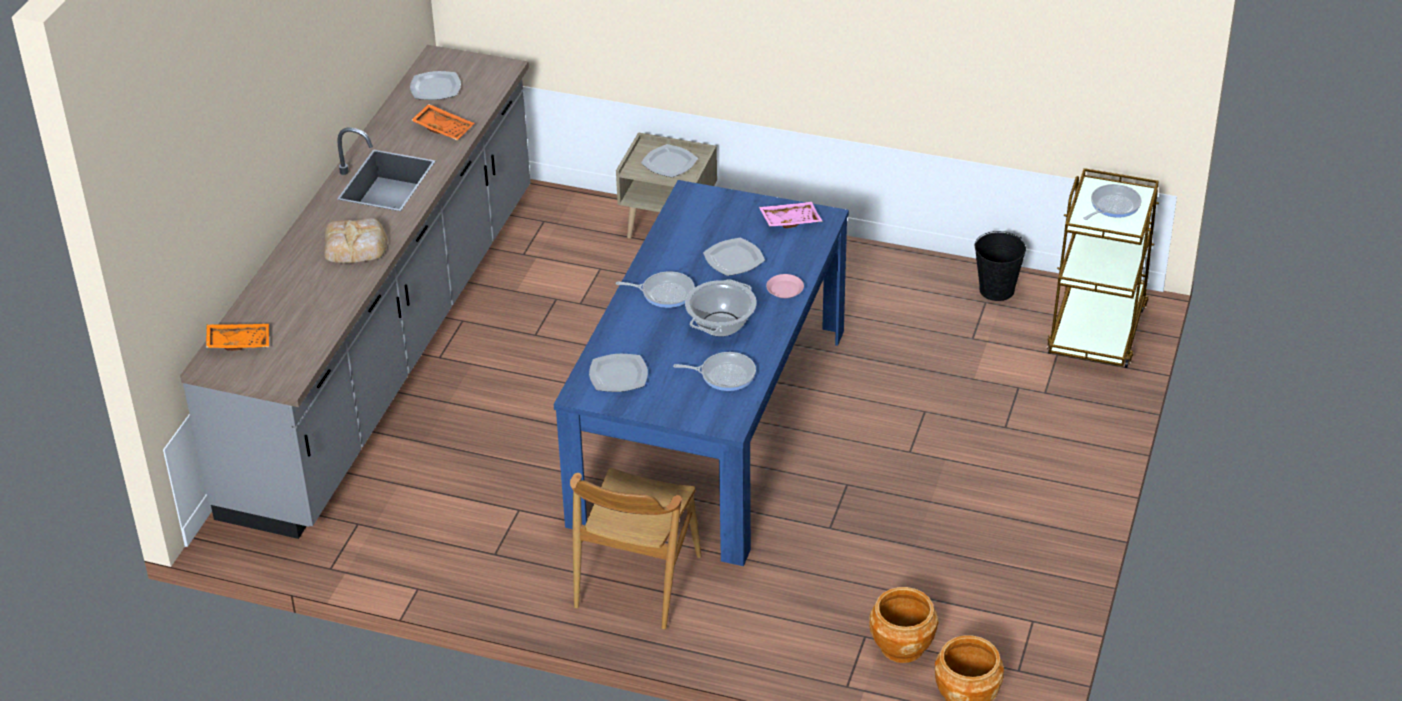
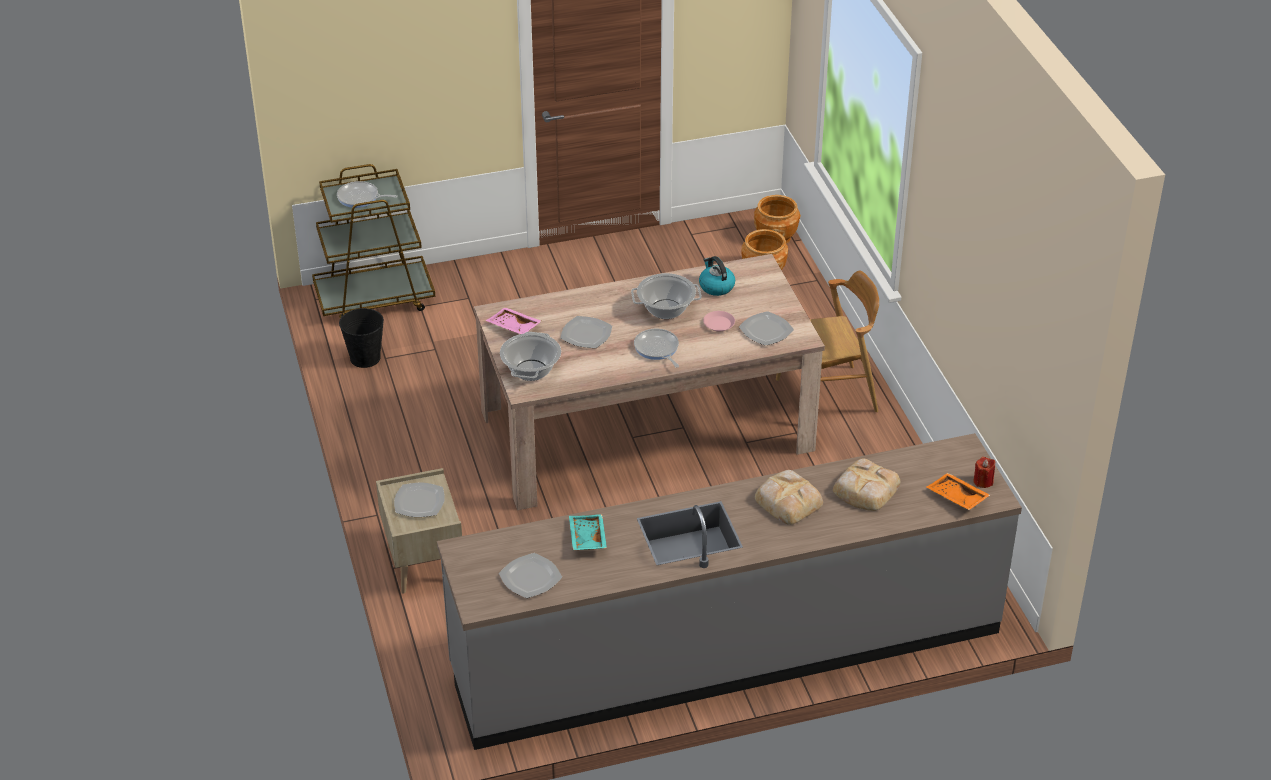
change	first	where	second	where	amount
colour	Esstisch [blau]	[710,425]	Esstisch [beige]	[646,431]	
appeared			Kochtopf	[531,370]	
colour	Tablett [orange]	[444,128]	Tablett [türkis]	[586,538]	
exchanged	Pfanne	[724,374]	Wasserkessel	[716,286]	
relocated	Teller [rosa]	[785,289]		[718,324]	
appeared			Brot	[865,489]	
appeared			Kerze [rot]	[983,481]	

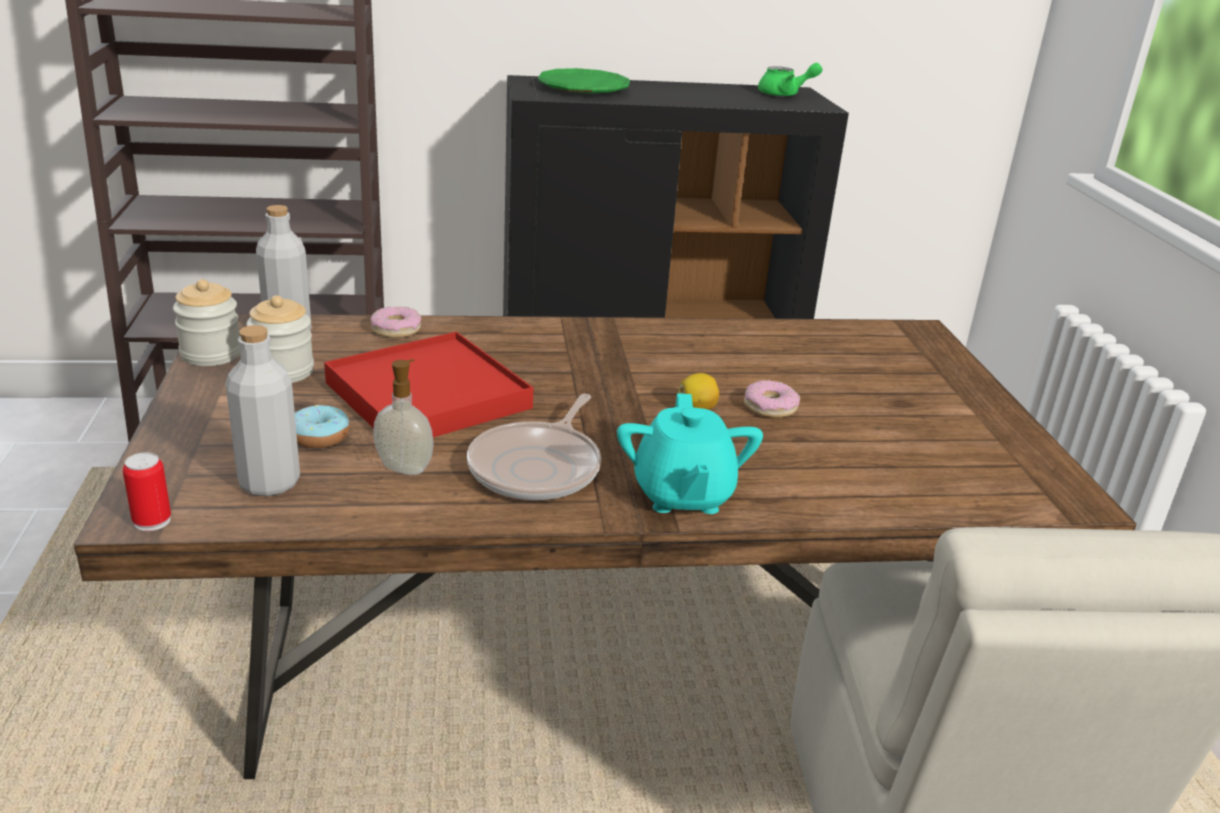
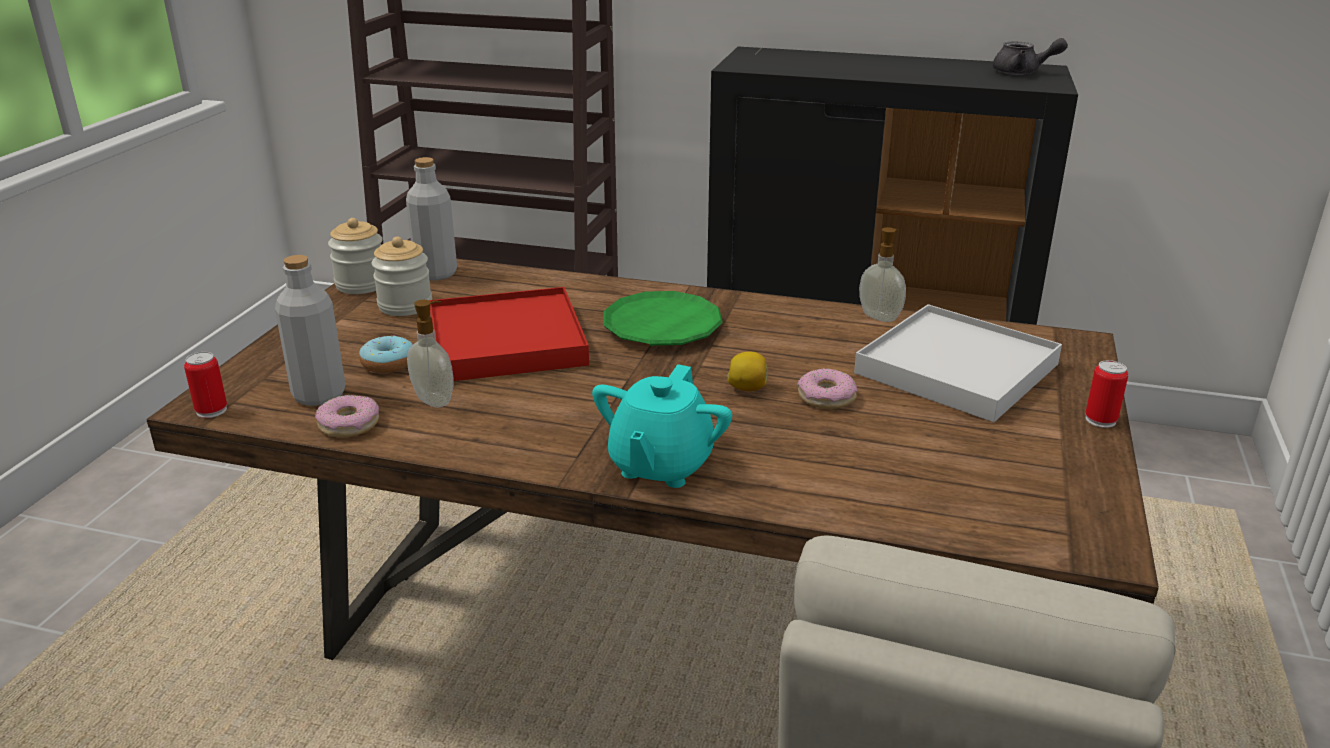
change	first	where	second	where	amount
relocated	Donut	[396,330]		[349,424]	
relocated	Teller [grün]	[583,88]		[662,327]	
appeared			Tablett [weiß]	[957,369]	
appeared			Seifenspender	[880,316]	
colour	Teekanne [grün]	[784,94]	Teekanne [grau]	[1022,72]	
appeared			Dose	[1100,420]	
missing	Pfanne	[538,467]			

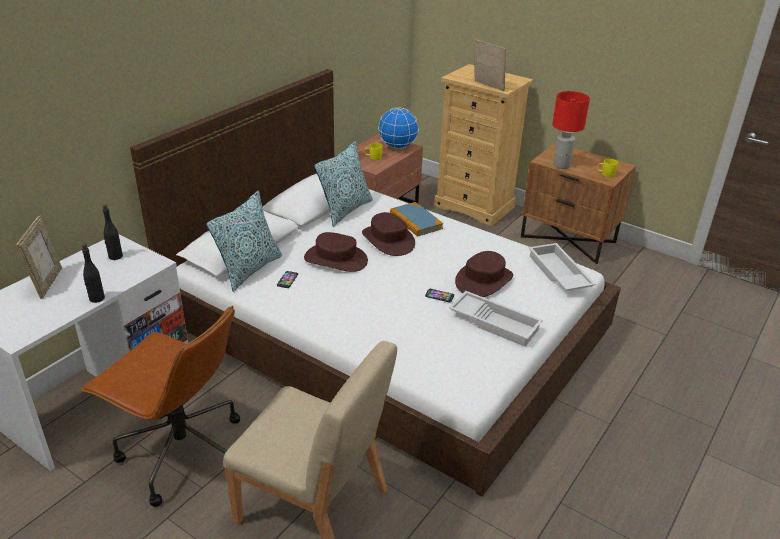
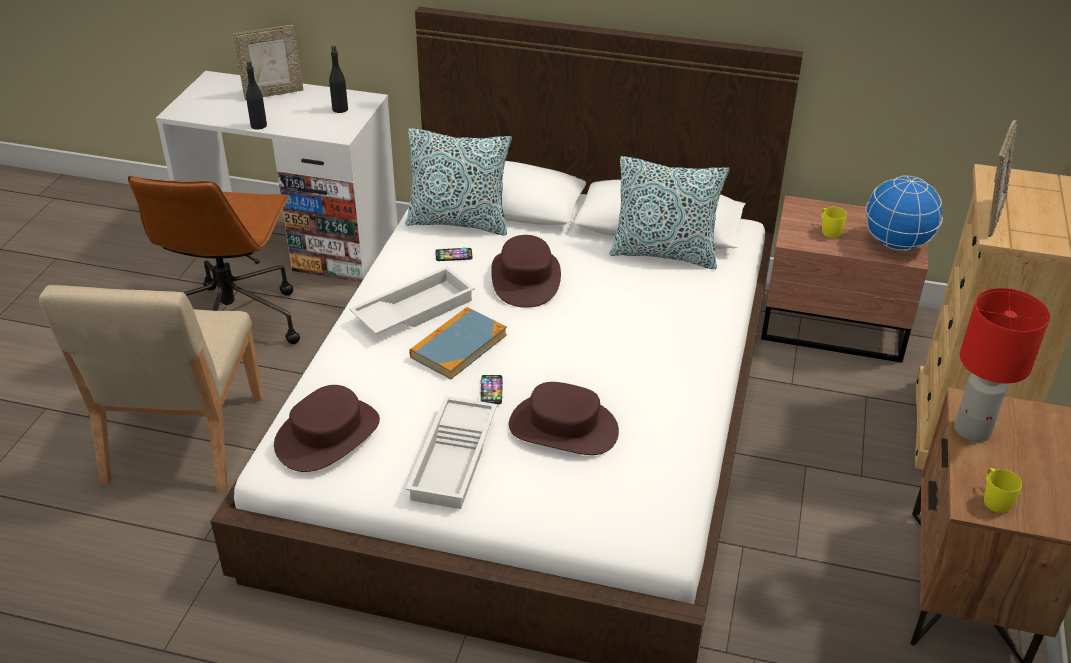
change	first	where	second	where	amount
relocated	Hut [braun]	[388,240]		[328,435]	
relocated	Tablett [weiß]	[557,273]		[413,309]	
relocated	Buch	[415,221]		[458,346]	

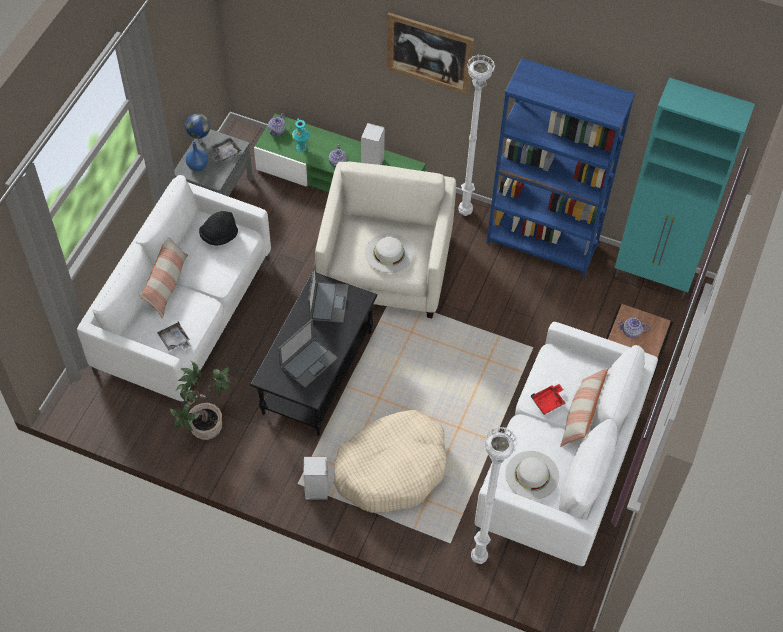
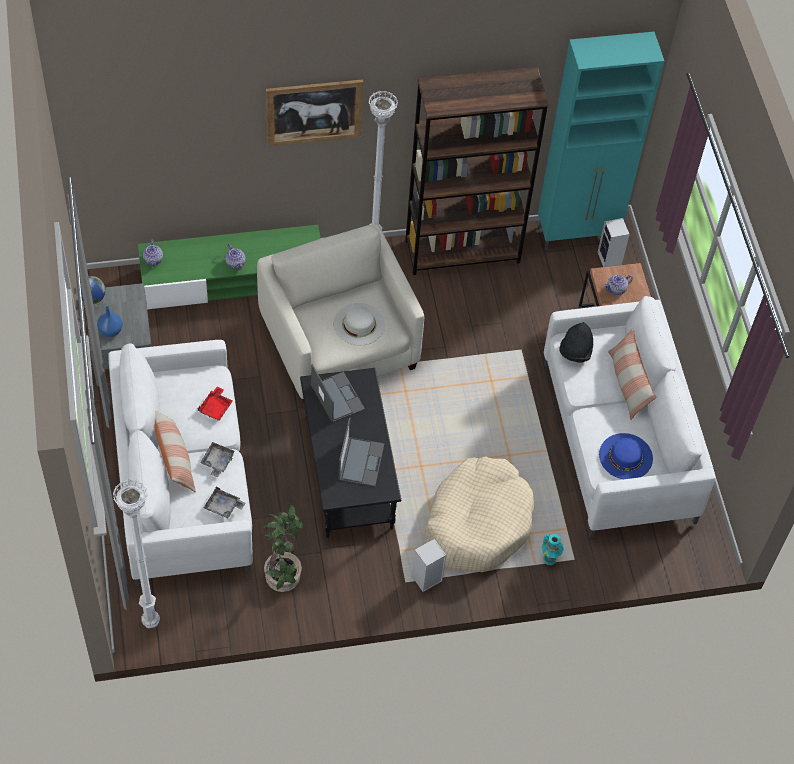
change	first	where	second	where	amount
relocated	Stehlampe [weiß]	[479,557]		[151,621]	
relocated	Tablett [rot]	[548,402]		[216,407]	
relocated	Tablett [grau]	[225,153]		[217,462]	
colour	Bücherregal [blau]	[542,244]	Bücherregal [braun]	[462,251]	
relocated	Vase [türkis]	[302,147]		[549,558]	
relocated	Hut [schwarz]	[219,236]		[575,351]	
relocated	Lautsprecher	[372,164]		[610,259]	
colour	Hut [weiß]	[532,475]	Hut [blau]	[626,456]	

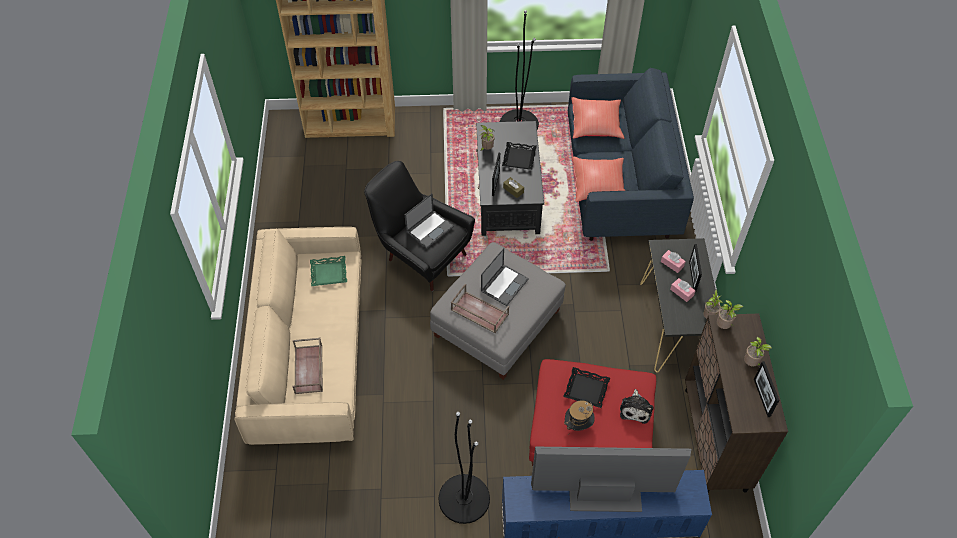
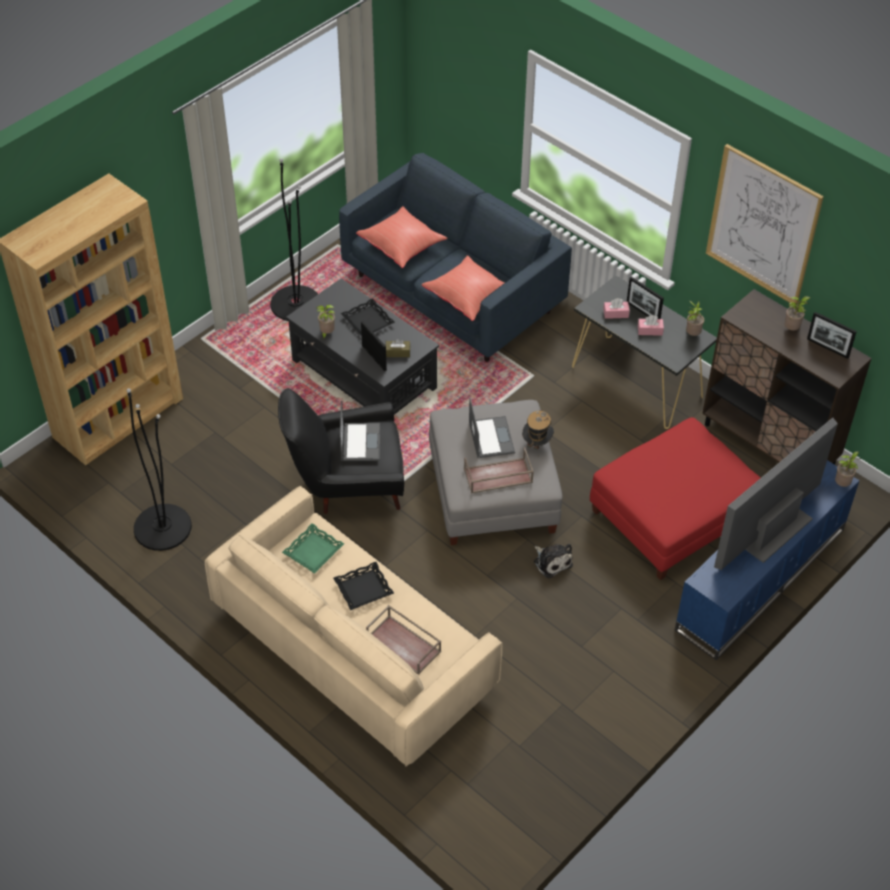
change	first	where	second	where	amount
relocated	Stehlampe [schwarz]	[464,498]		[162,527]	
relocated	Tablett [schwarz]	[586,390]		[363,589]	
relocated	Hut	[578,425]		[537,444]	
relocated	Plüschtier	[635,409]		[552,562]	
appeared			Bild	[763,225]	
relocated	Topfpflanze	[723,326]		[842,484]	

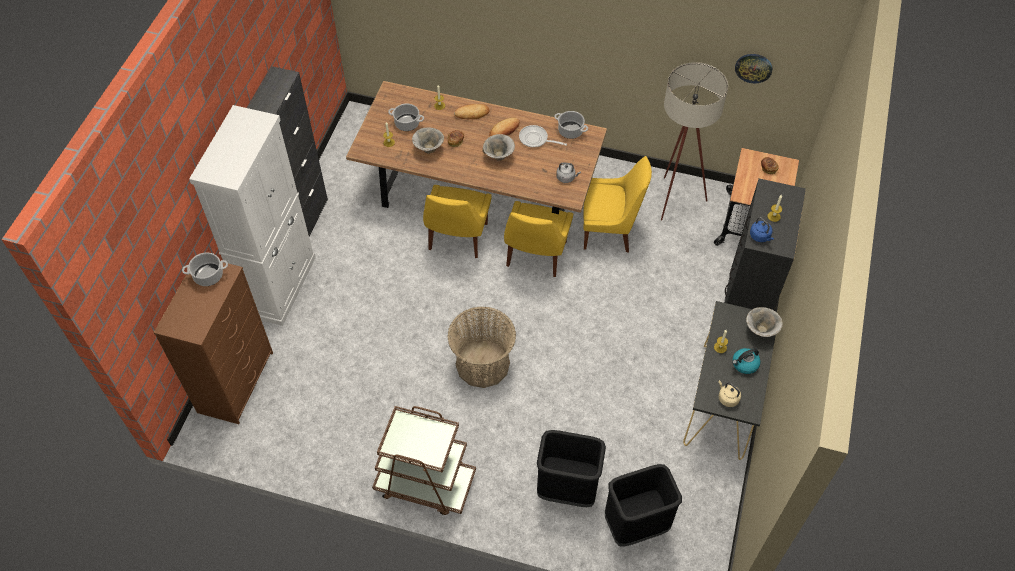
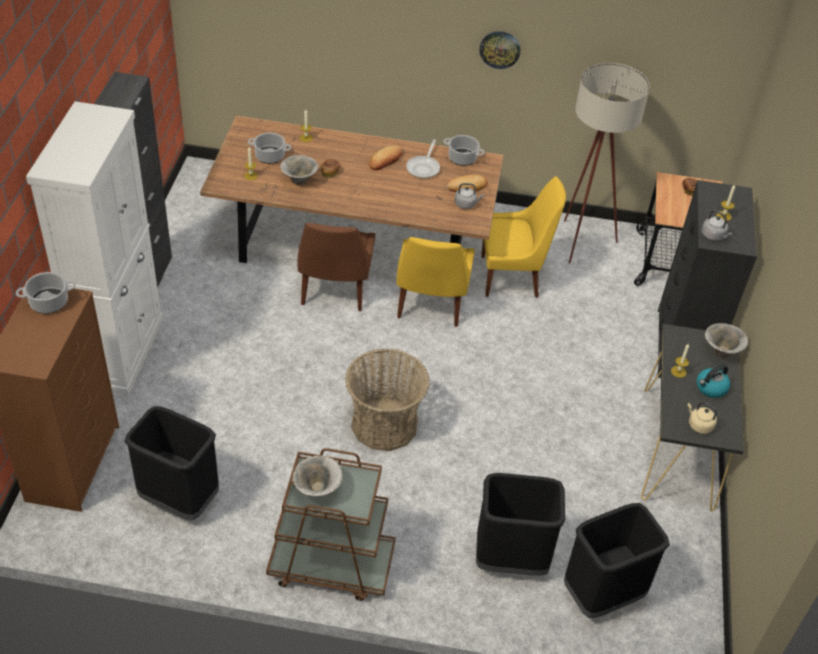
change	first	where	second	where	amount
appeared			Mülleimer [schwarz]	[180,499]	
relocated	Schüssel	[498,156]		[317,490]	
colour	Stuhl [gelb]	[457,238]	Stuhl [braun]	[334,291]	
spun	Pfanne	[536,139]		[424,168]	90 degrees counterclockwise
relocated	Brot	[472,113]		[467,186]	
relocated	Wanduhr	[753,67]		[500,49]	
colour	Wasserkessel [blau]	[760,236]	Wasserkessel [grau]	[714,236]	

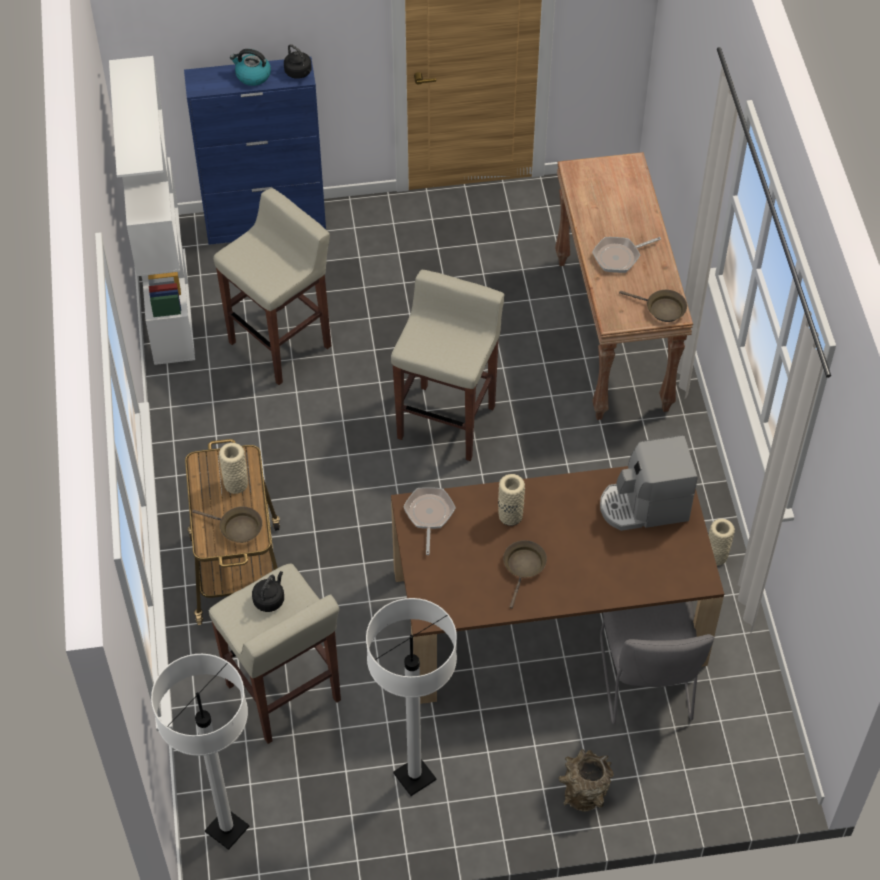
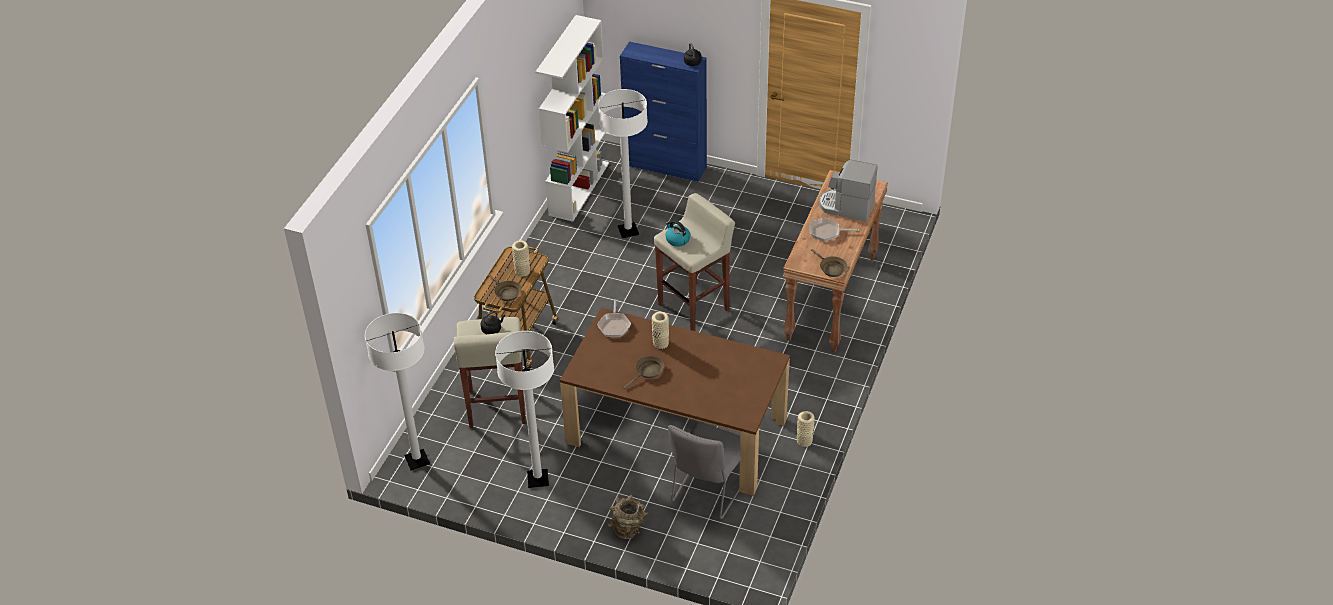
change	first	where	second	where	amount
spun	Pfanne	[429,515]		[614,325]	150 degrees clockwise
exchanged	Hocker [beige]	[281,344]	Stehlampe [weiß]	[628,231]	
relocated	Wasserkessel	[252,76]		[677,239]	
relocated	Kaffeemaschine	[644,506]		[846,207]	

